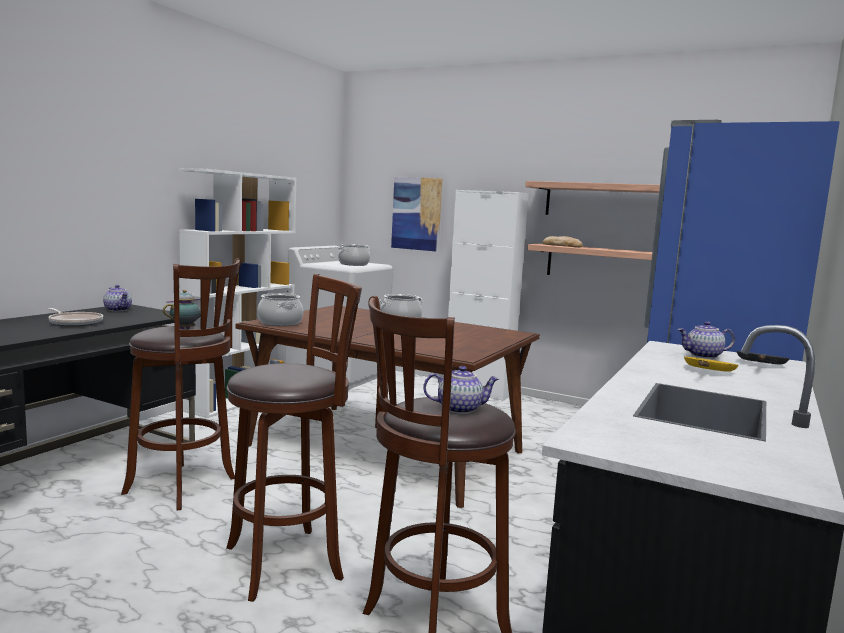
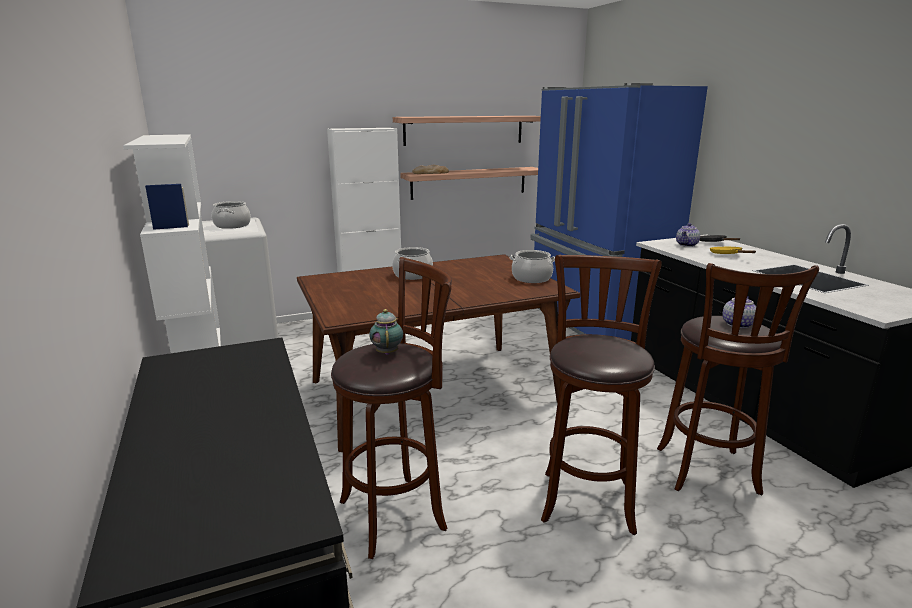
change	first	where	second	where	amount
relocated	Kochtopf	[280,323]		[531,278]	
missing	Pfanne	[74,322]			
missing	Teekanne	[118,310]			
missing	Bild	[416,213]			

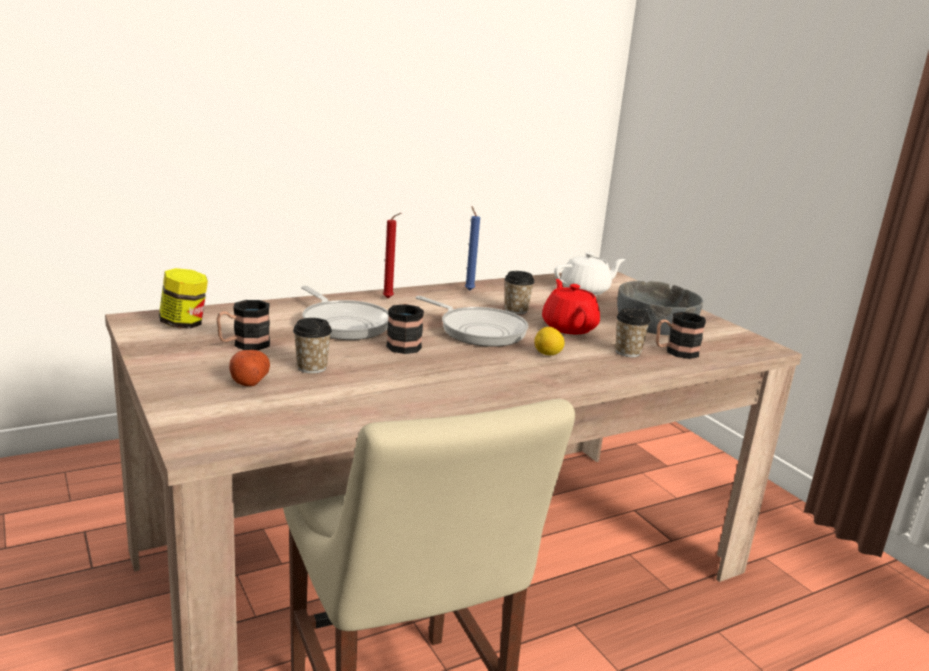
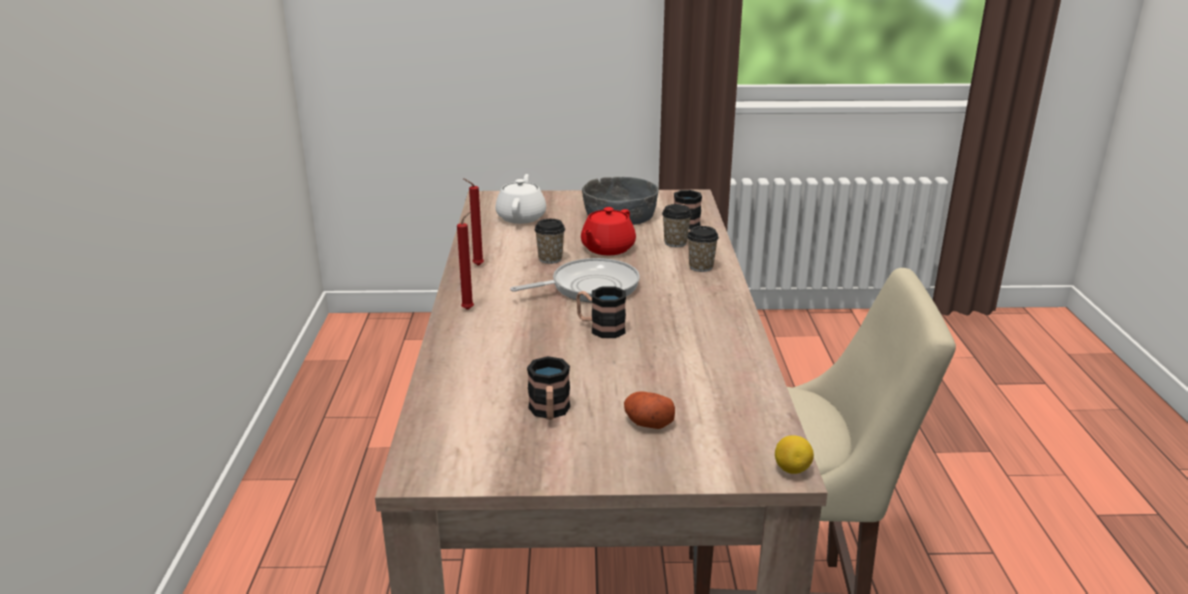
change	first	where	second	where	amount
colour	Kerze [blau]	[468,290]	Kerze [rot]	[476,265]	
spun	Teekanne [rot]	[569,327]		[607,249]	75 degrees counterclockwise
relocated	Tasse	[312,367]		[701,267]	
relocated	Zitrone	[548,354]		[792,469]	
missing	Vorratsglas	[184,324]			
missing	Pfanne	[343,324]			

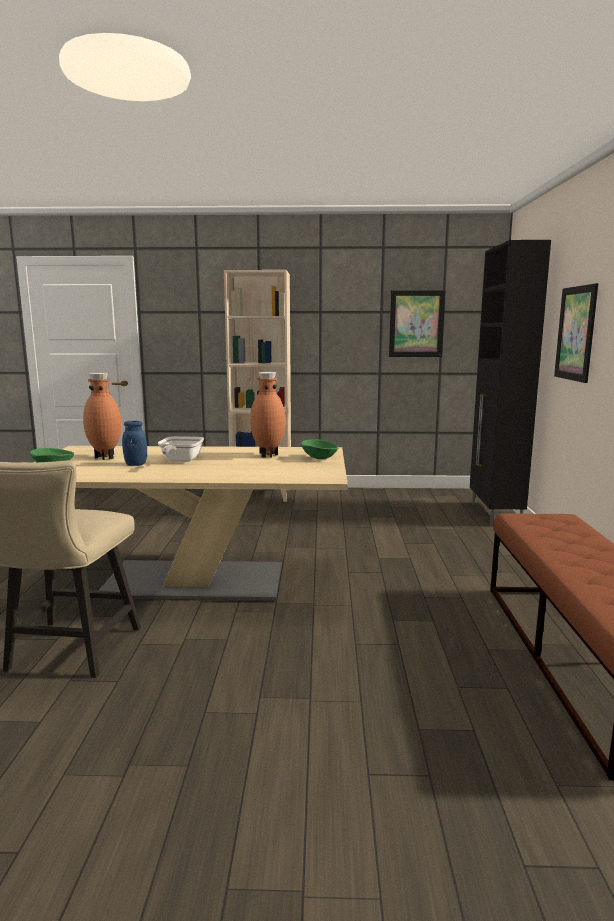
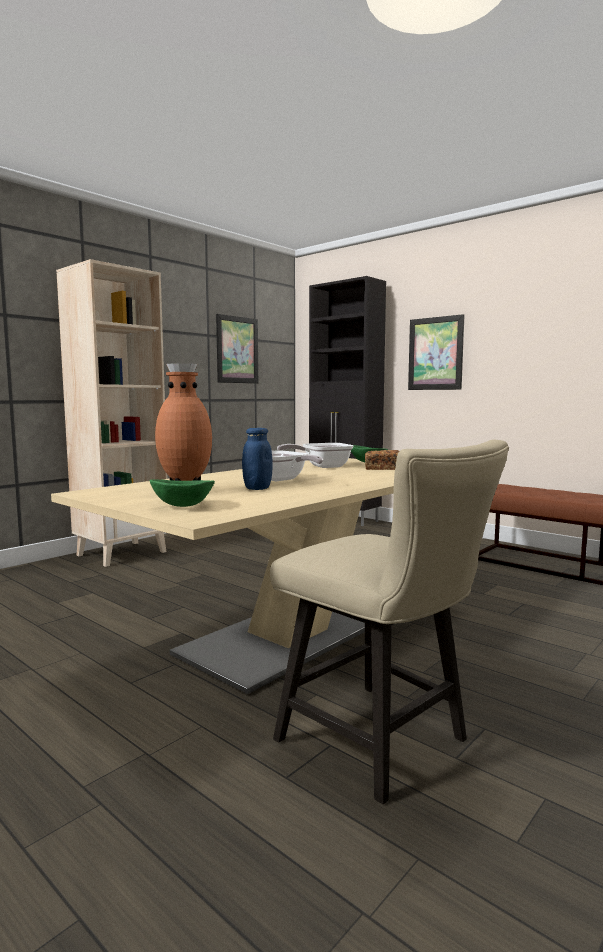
change	first	where	second	where	amount
exchanged	Vase [braun]	[267,455]	Pfanne	[321,466]	
appeared			Brot	[382,469]	

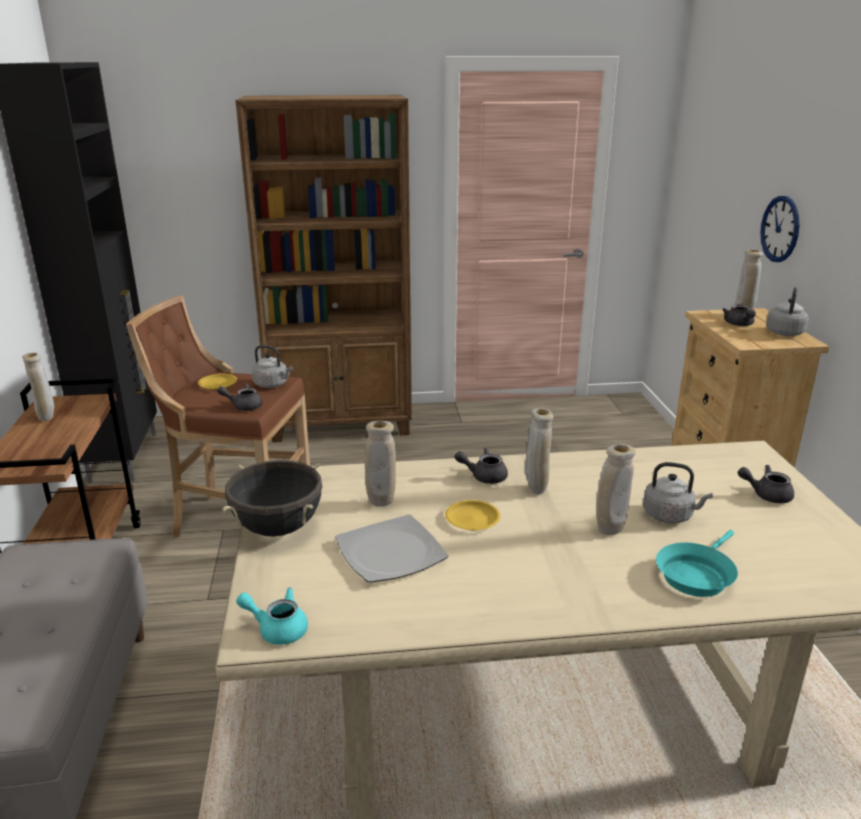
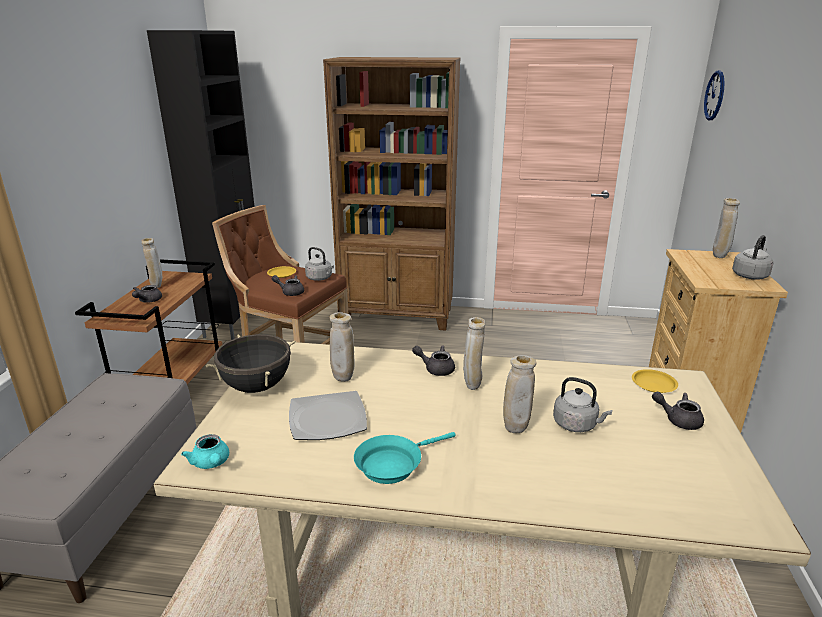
change	first	where	second	where	amount
relocated	Teekanne [grau]	[739,325]		[148,301]	
spun	Teekanne [türkis]	[277,629]		[211,463]	150 degrees counterclockwise
relocated	Pfanne [türkis]	[696,574]		[393,464]	
relocated	Teller [gelb]	[473,519]		[654,384]	
relocated	Wanduhr	[780,229]		[715,95]	

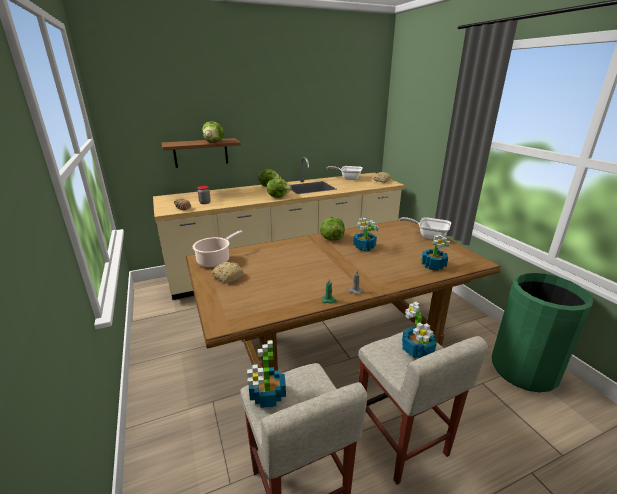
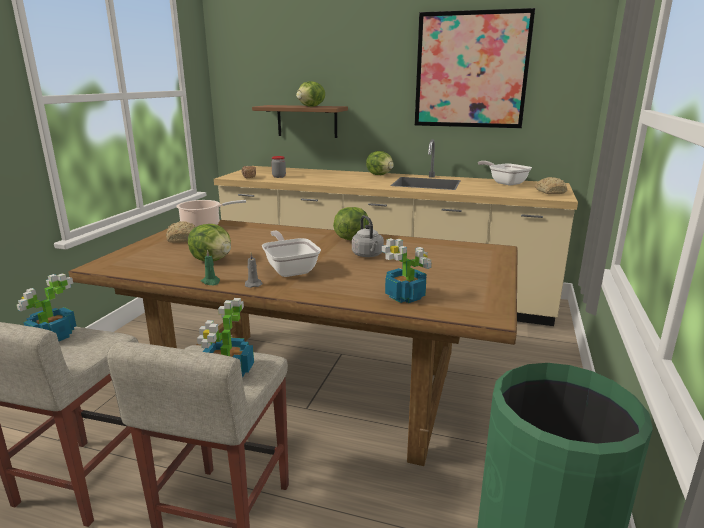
change	first	where	second	where	amount
relocated	Salatkopf	[278,196]		[212,260]	
relocated	Pfanne	[428,236]		[290,269]	
exchanged	Topfpflanze	[364,247]	Wasserkessel [grau]	[368,255]	
appeared			Bild	[471,70]	

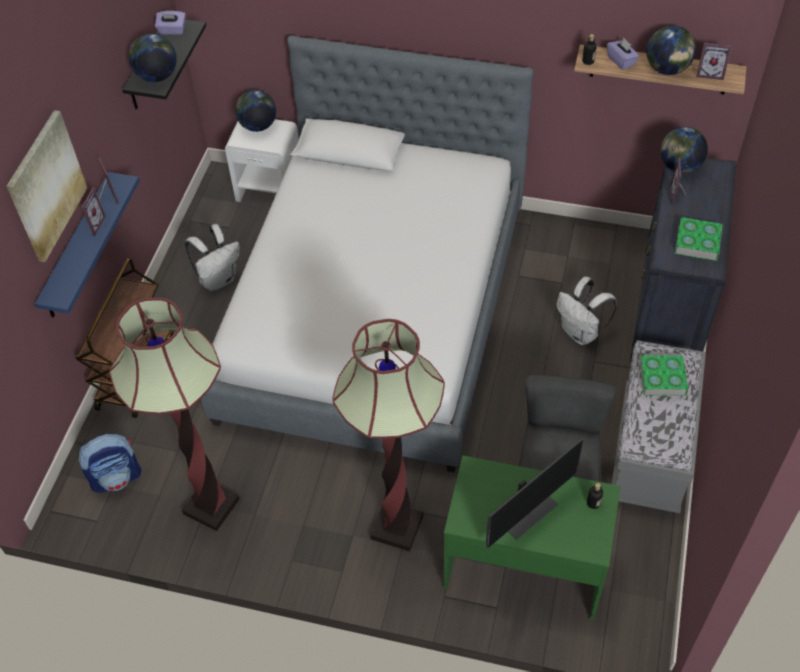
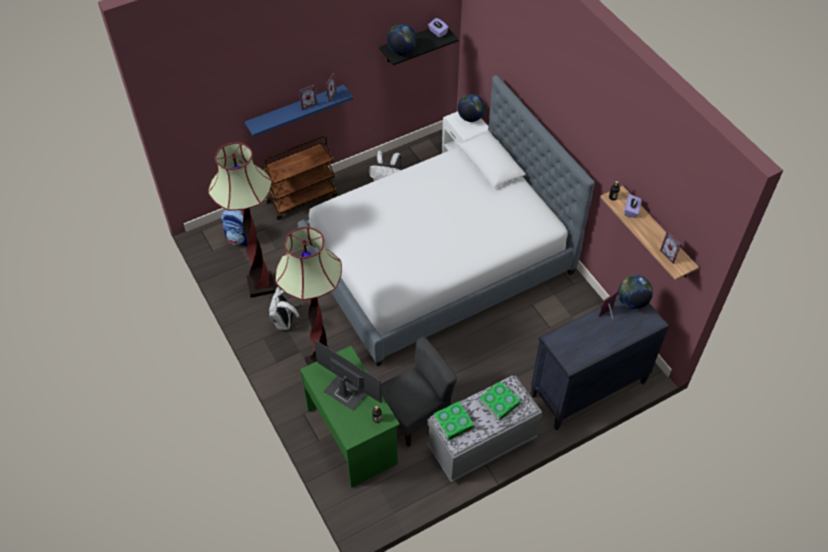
change	first	where	second	where	amount
relocated	Rucksack [weiß]	[581,333]		[286,322]	
spun	Monitor	[524,509]		[344,392]	150 degrees counterclockwise
relocated	Buch	[697,242]		[453,422]	
missing	Bild	[46,186]			
missing	Globus	[667,69]			

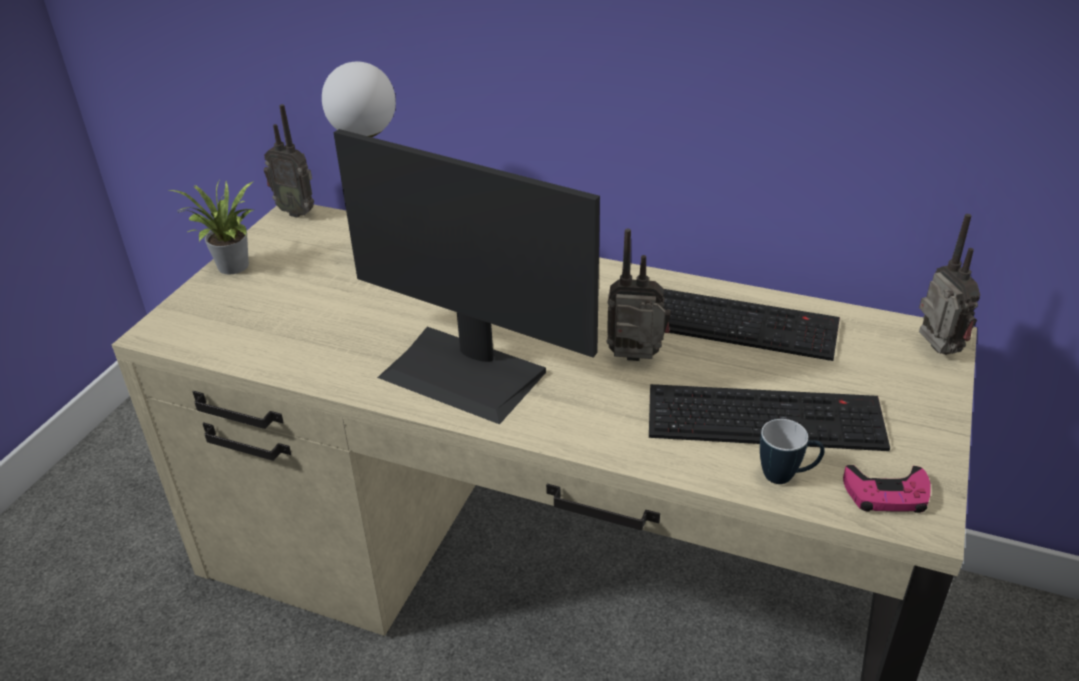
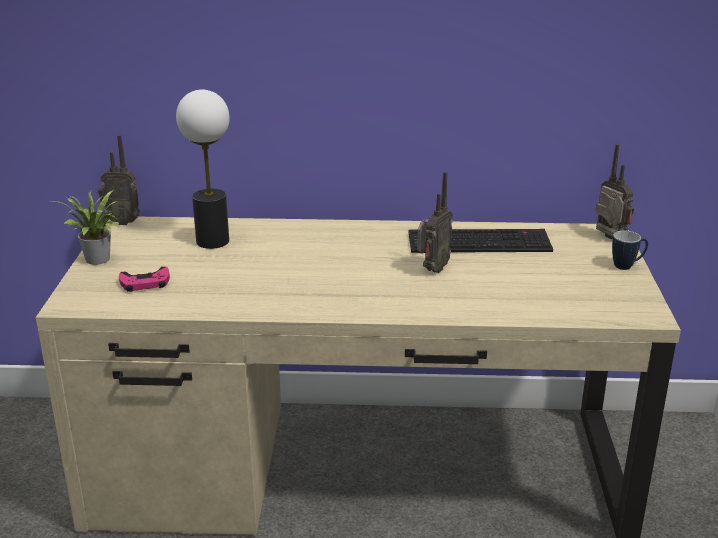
change	first	where	second	where	amount
relocated	Gamepad [rosa]	[886,494]		[145,283]	
spun	Radio	[636,362]		[432,270]	135 degrees clockwise
relocated	Henkelbecher	[786,476]		[627,266]	
missing	Monitor	[465,372]			
missing	Tastatur	[767,416]			

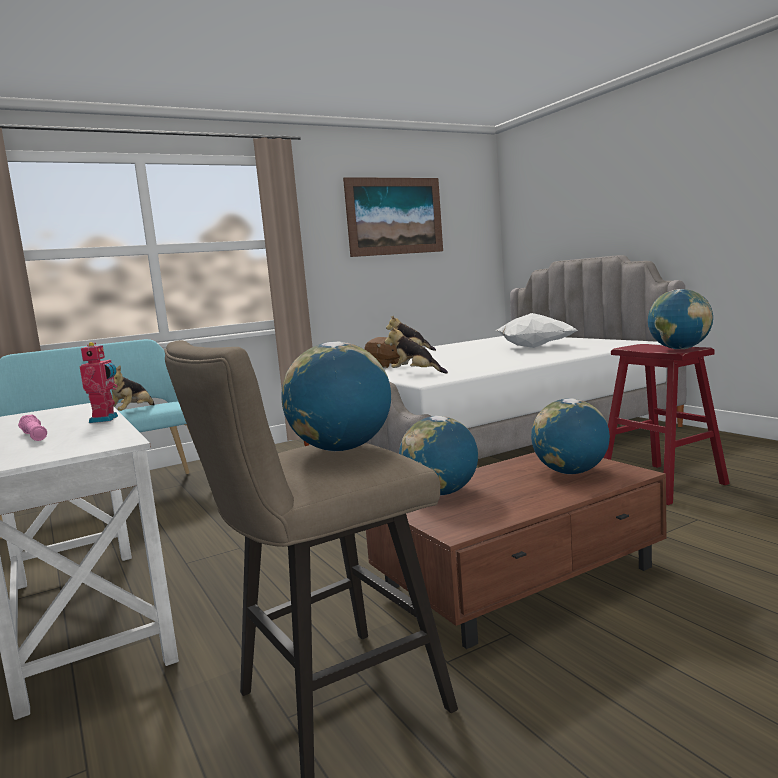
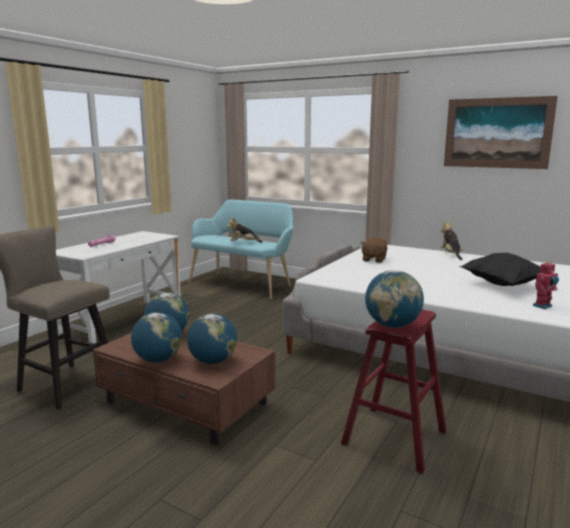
change	first	where	second	where	amount
relocated	Globus	[341,449]		[158,359]	
colour	Kissen [weiß]	[533,347]	Kissen [schwarz]	[504,285]	
relocated	Spielzeugroboter	[106,419]		[543,306]	
missing	Plüschtier	[416,373]			

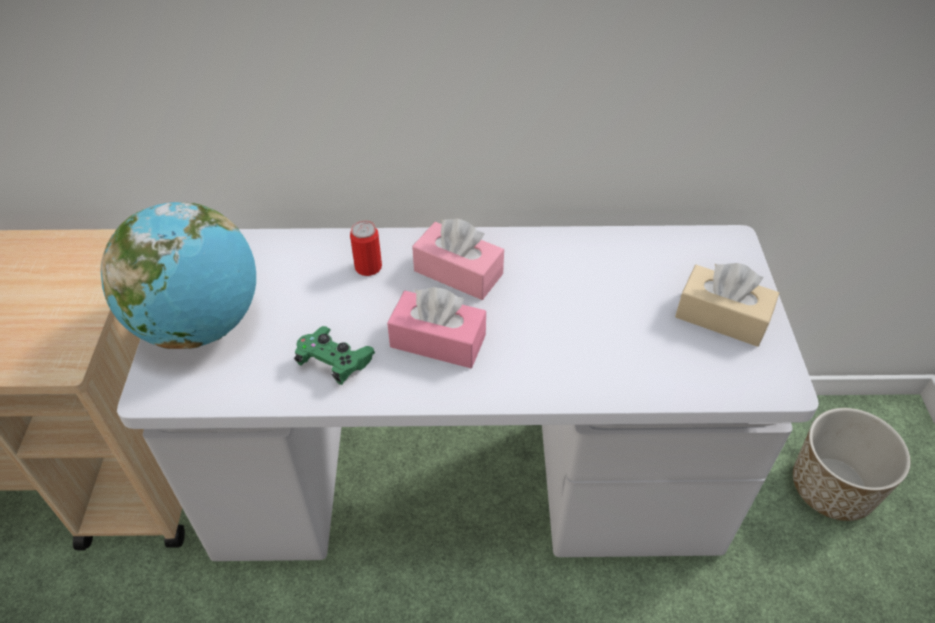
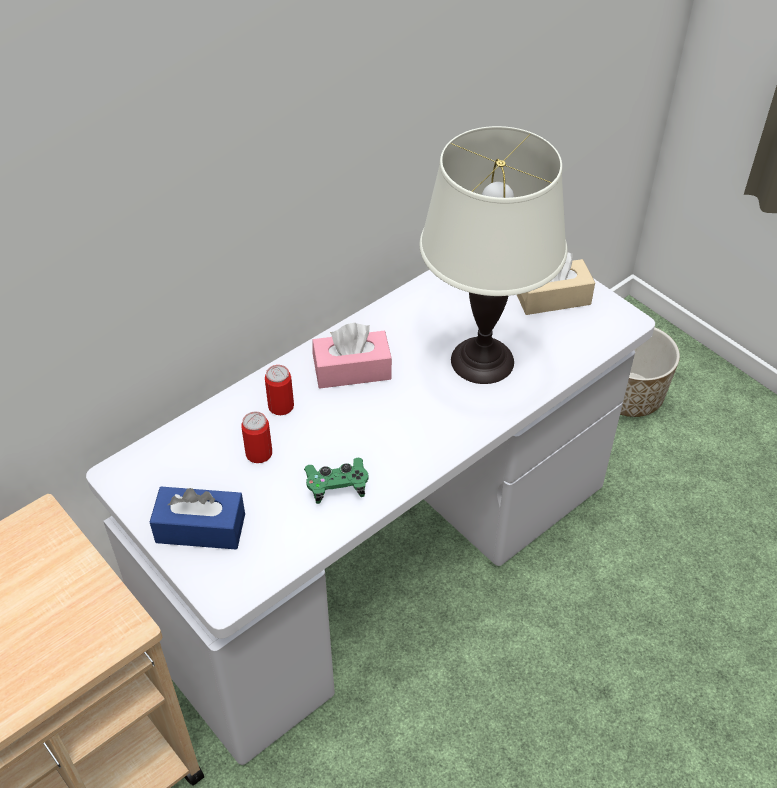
change	first	where	second	where	amount
exchanged	Globus	[200,324]	Taschentuchbox [blau]	[200,528]	
appeared			Dose	[259,453]	
appeared			Tischlampe [weiß]	[482,360]	
missing	Taschentuchbox [rosa]	[438,341]			

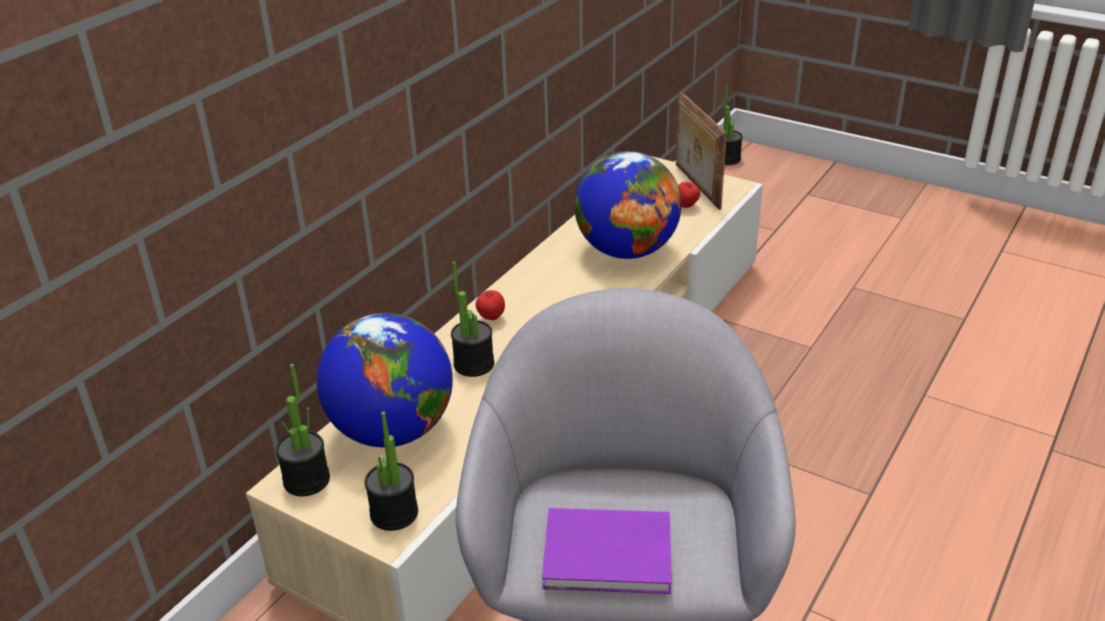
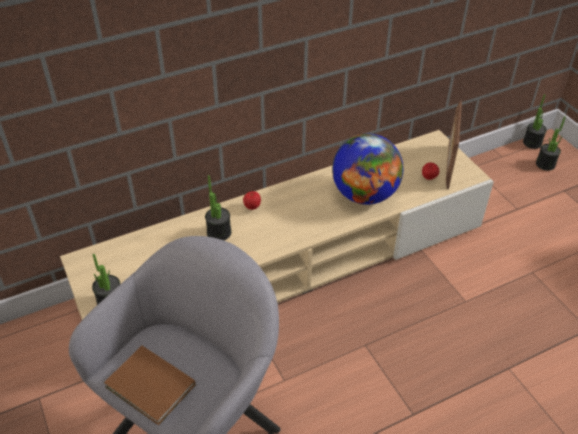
change	first	where	second	where	amount
colour	Buch [lila]	[611,556]	Buch [braun]	[151,388]	
relocated	Topfpflanze	[306,480]		[545,164]	
missing	Globus	[392,430]			

